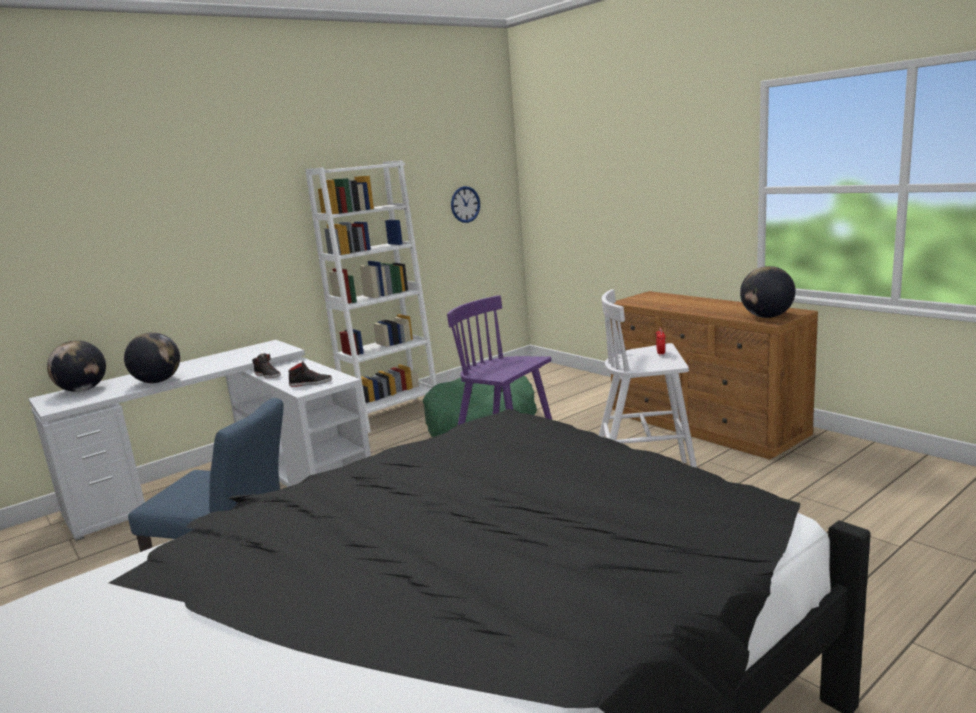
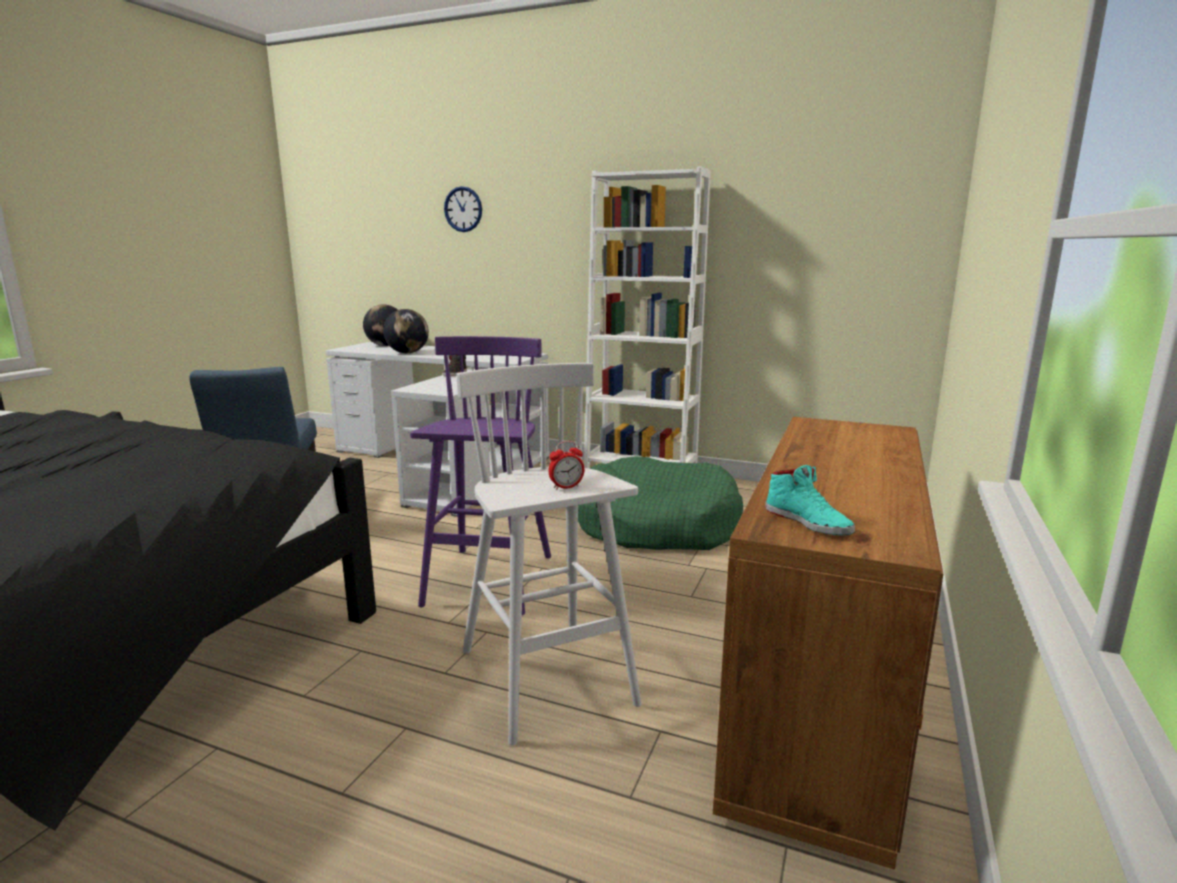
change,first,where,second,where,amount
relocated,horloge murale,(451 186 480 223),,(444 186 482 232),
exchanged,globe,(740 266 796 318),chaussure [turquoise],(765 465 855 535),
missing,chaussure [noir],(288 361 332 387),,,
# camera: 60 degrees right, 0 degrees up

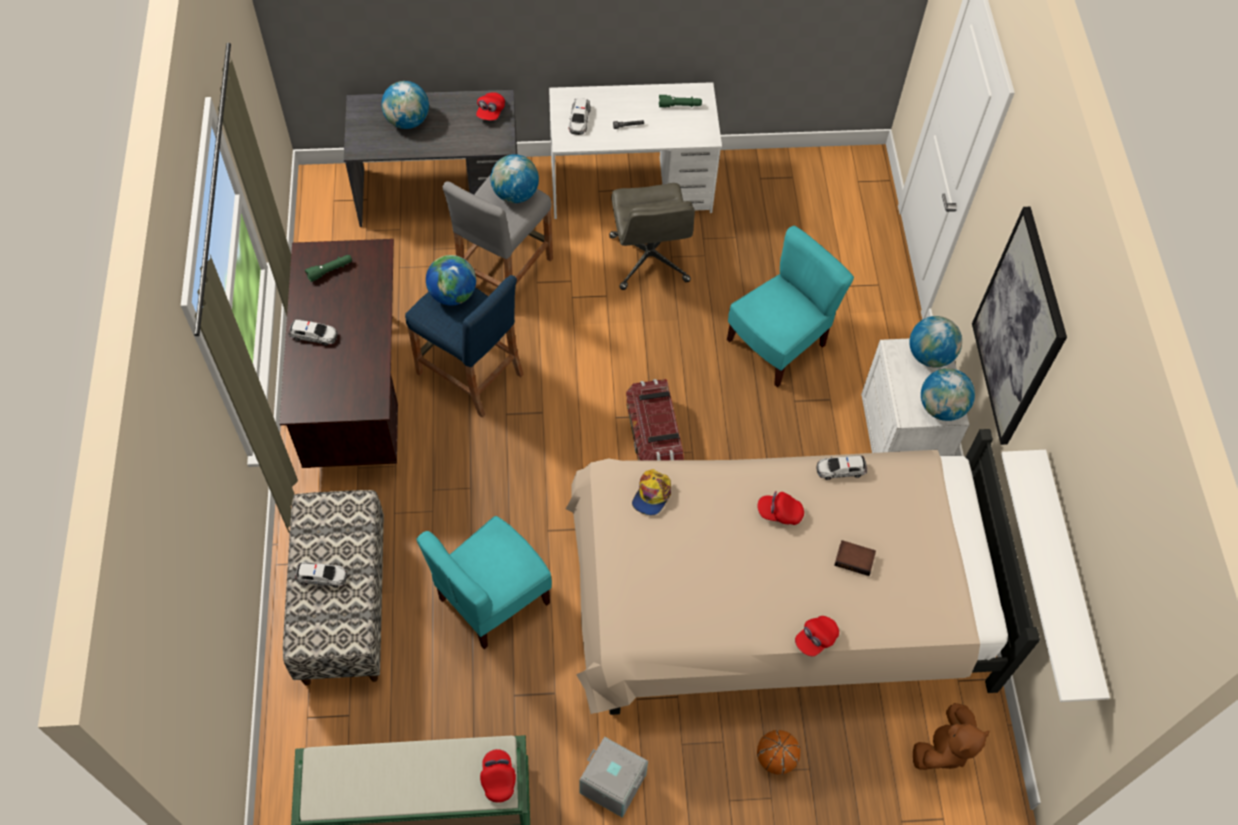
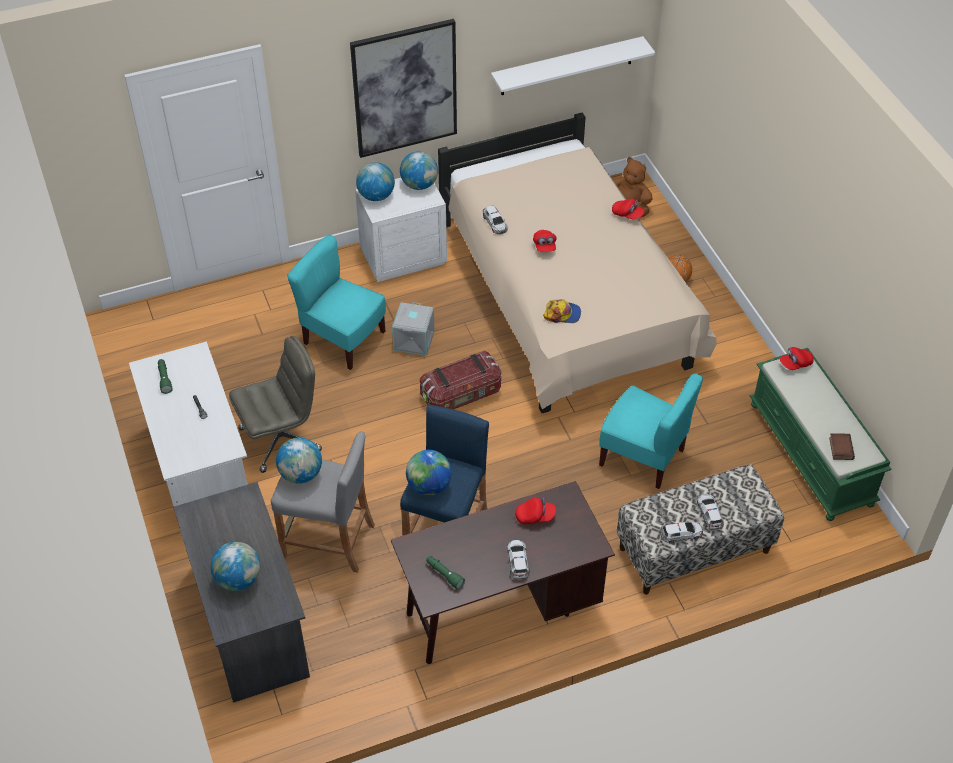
change,first,where,second,where,amount
relocated,casquette [rouge],(476 92 505 120),,(515 497 556 524),
relocated,petite voiture,(568 98 591 135),,(660 521 703 544),
relocated,livre,(834 540 876 576),,(829 433 855 460),
relocated,boîte de rangement [gris],(579 736 648 818),,(392 302 435 356),
# camera: 105 degrees left, 10 degrees down

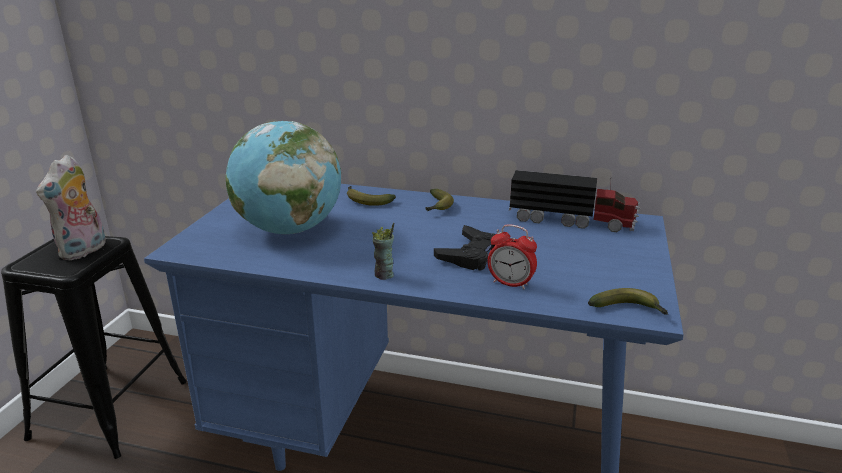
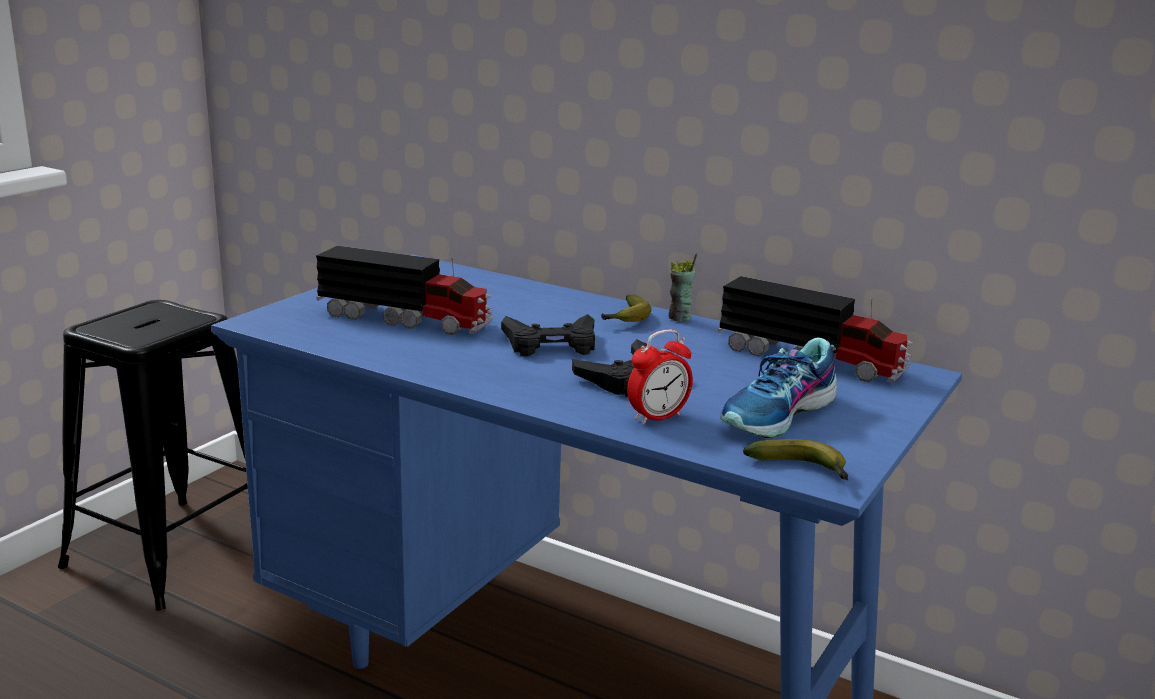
change,first,where,second,where,amount
exchanged,globe,(226 121 341 234),camion jouet,(316 246 493 335),
missing,peluche,(36 155 106 260),,,
missing,banane,(347 186 396 206),,,
relocated,tasse,(372 223 394 280),,(669 254 697 322),
spun,réveil,(487 224 537 289),,(627 329 693 425),75 degrees counterclockwise
appeared,,,manette [noir],(501 314 595 357),
appeared,,,chaussure,(720 338 837 438),
# camera: 15 degrees right, 5 degrees down

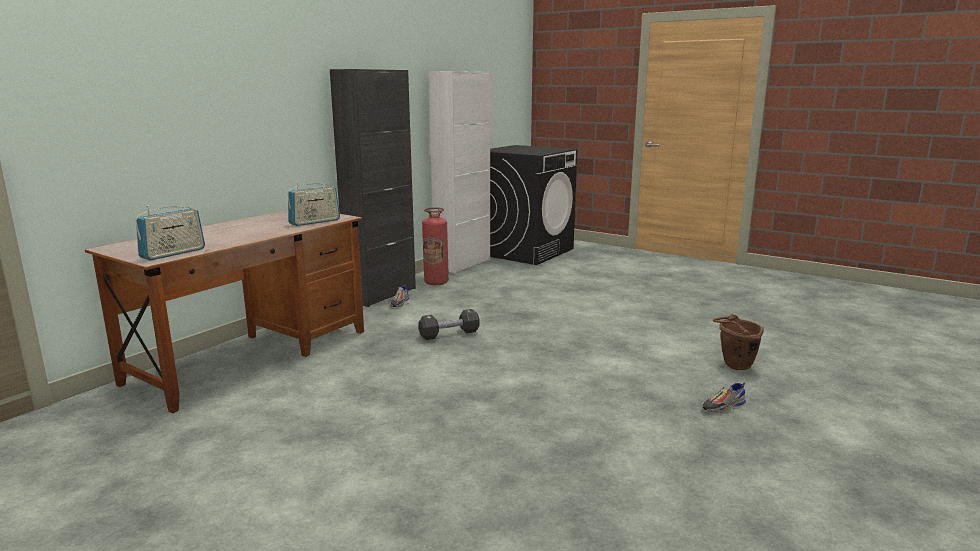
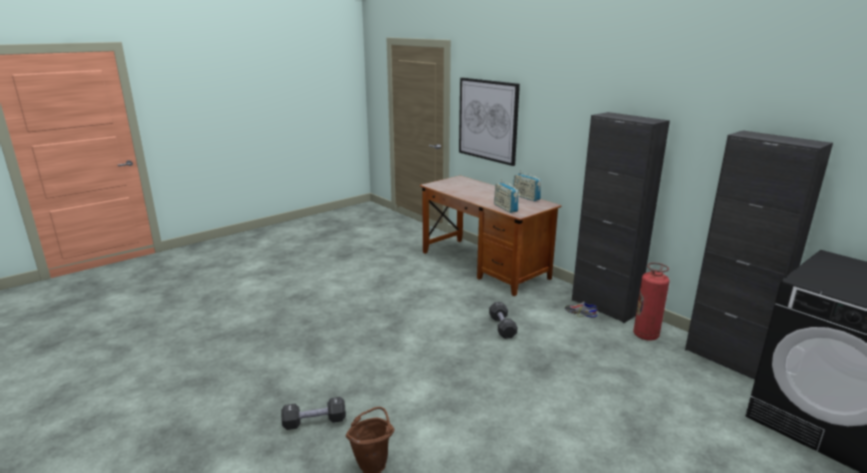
change,first,where,second,where,amount
colour,meuble de rangement [blanc],(429 71 490 273),meuble de rangement [noir],(685 131 833 380),
relocated,radio,(136 205 205 261),,(513 170 541 201),
exchanged,chaussure,(702 383 746 413),haltère [noir],(281 397 346 430),
appeared,,,tableau,(459 78 520 166),
# camera: 105 degrees right, 5 degrees up

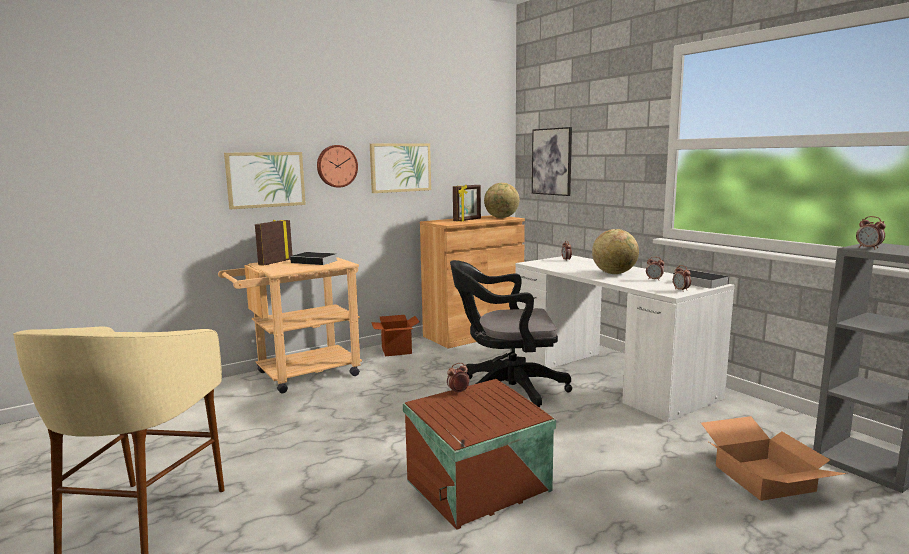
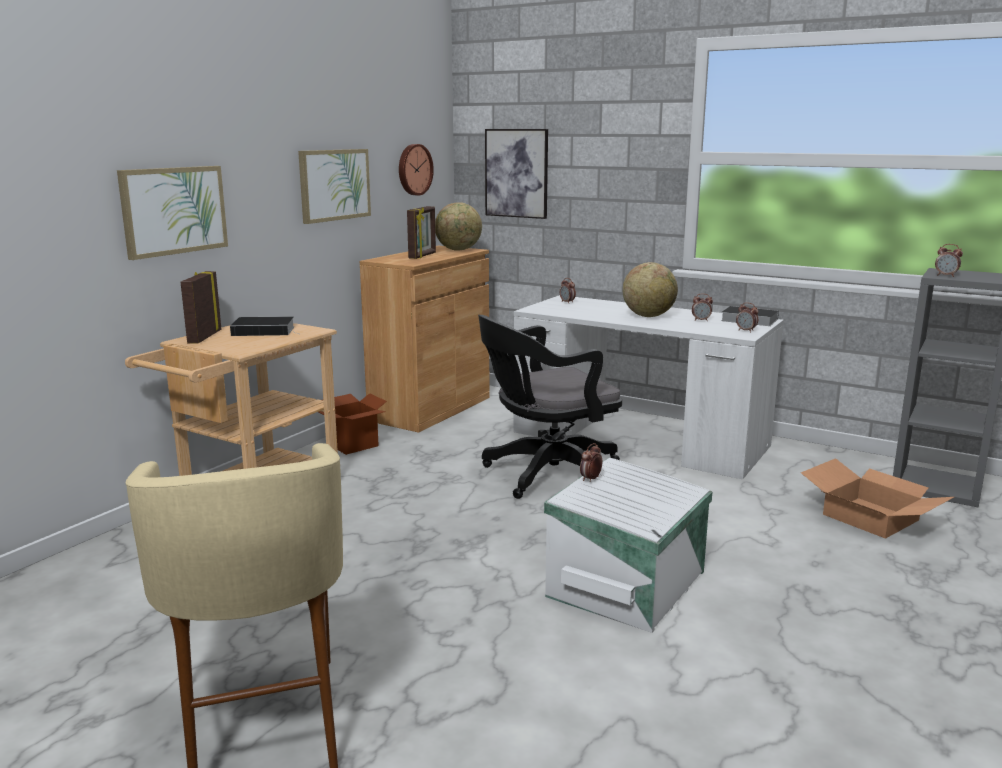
change,first,where,second,where,amount
relocated,horloge murale,(317 145 358 188),,(399 144 434 195),
colour,boîte de rangement [marron],(403 379 556 530),boîte de rangement [blanc],(544 457 713 633),
# camera: 25 degrees left, 5 degrees up

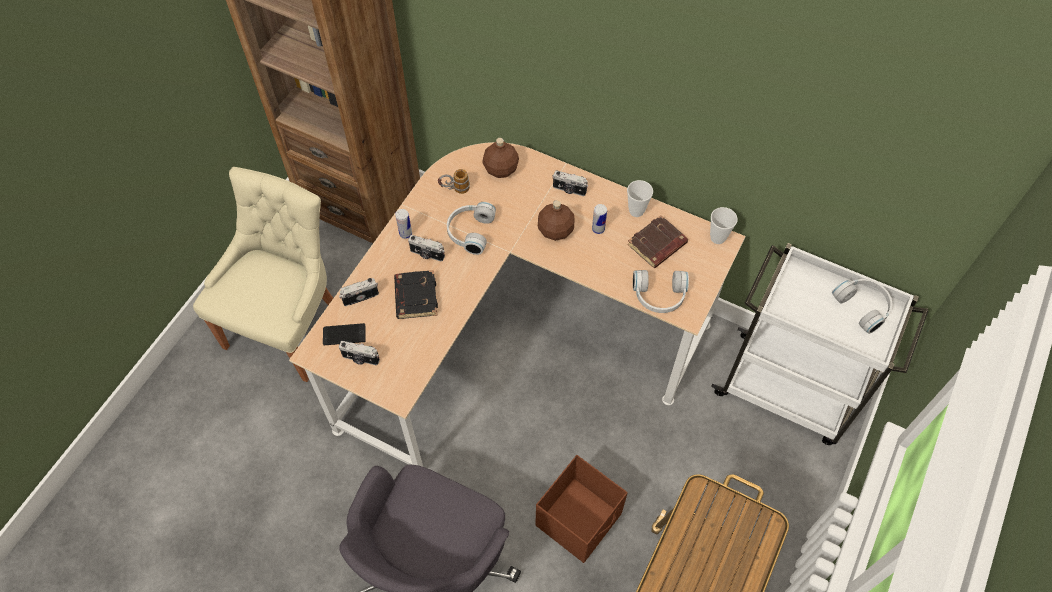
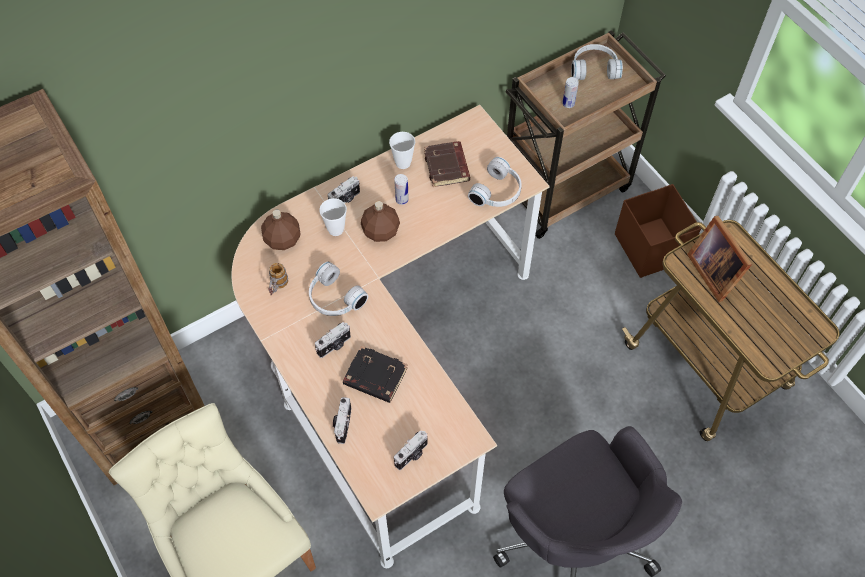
change,first,where,second,where,amount
relocated,tasse,(710 207 738 244),,(319 198 347 236),
relocated,boîte métallique,(395 209 412 239),,(562 77 579 108),
colour,chariot [blanc],(711 243 928 445),chariot [marron],(505 30 666 239),
missing,téléphone,(323 323 366 346),,,
relocated,boîte de rangement [marron],(535 455 627 563),,(615 184 701 278),
appeared,,,cadre photo,(687 216 752 302),
# camera: 60 degrees left, 0 degrees up

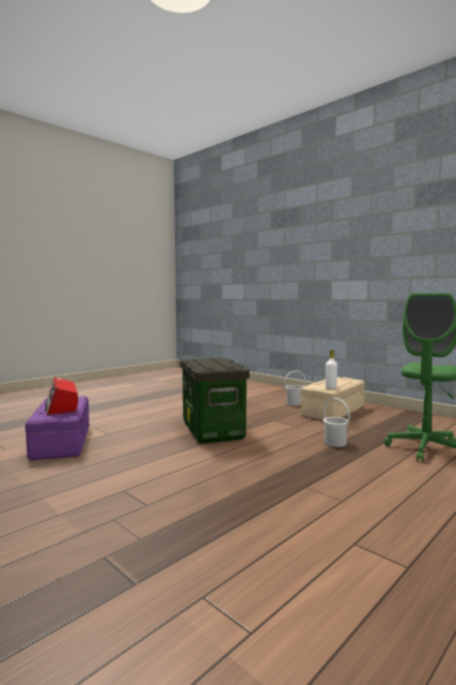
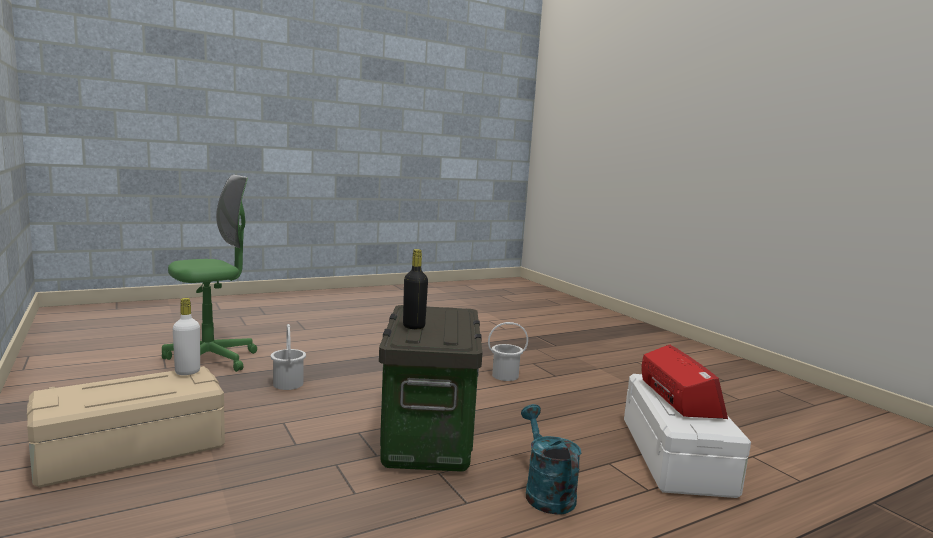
change,first,where,second,where,amount
relocated,seau [blanc],(284 371 306 406),,(488 322 528 381),
colour,boîte de rangement [violet],(25 396 89 460),boîte de rangement [blanc],(624 374 751 498),
appeared,,,bouteille [noir],(403 249 428 329),
appeared,,,arrosoir [turquoise],(521 404 581 515),
# camera: 165 degrees left, 5 degrees up

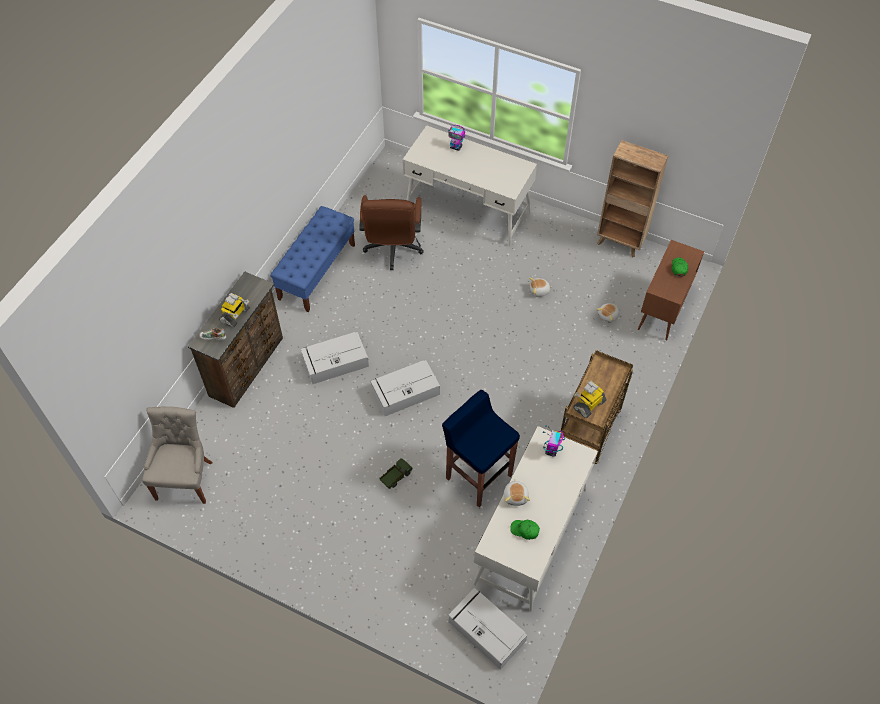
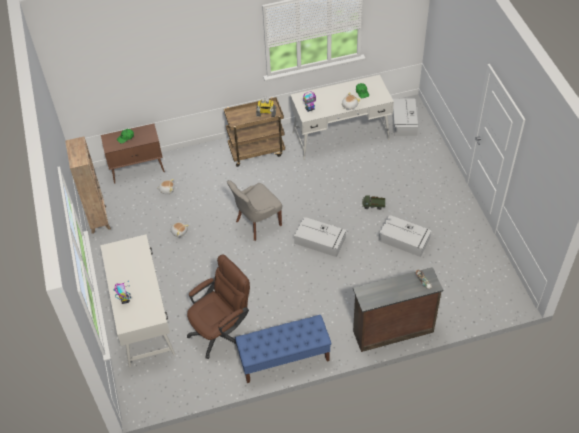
change,first,where,second,where,amount
missing,robot jouet,(219 293 250 328),,,
relocated,boîte de rangement [gris],(301 332 369 384),,(378 215 432 257),
missing,tabouret [bleu],(442 390 520 507),,,
relocated,chaise [gris],(142 406 213 504),,(227 180 282 241),
# camera: 130 degrees left, 5 degrees down

